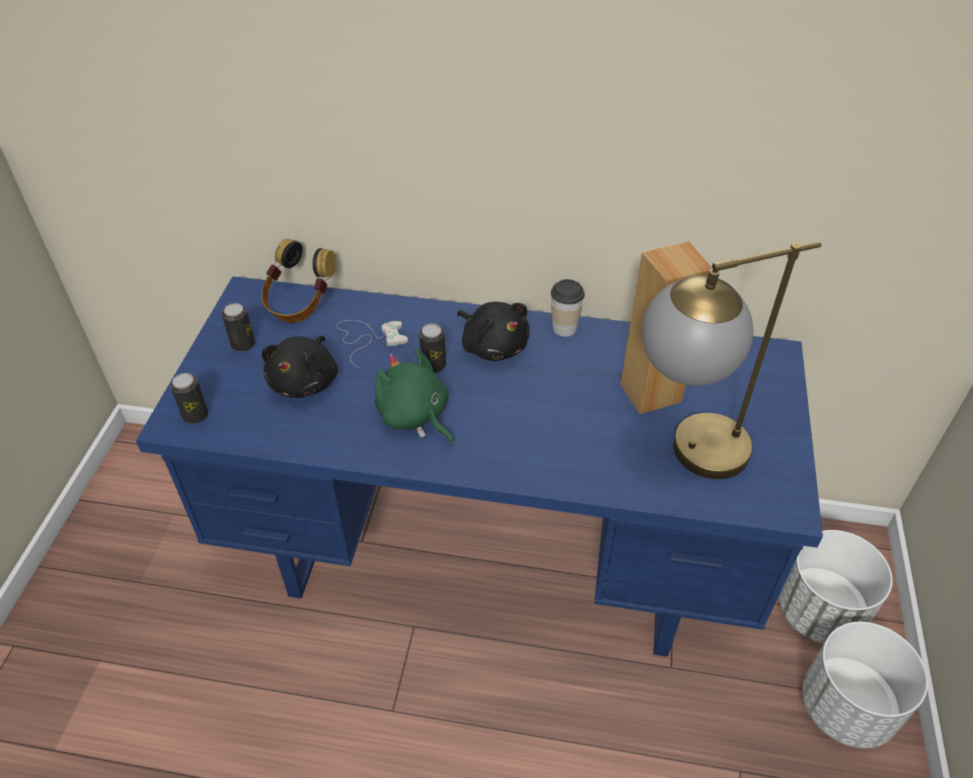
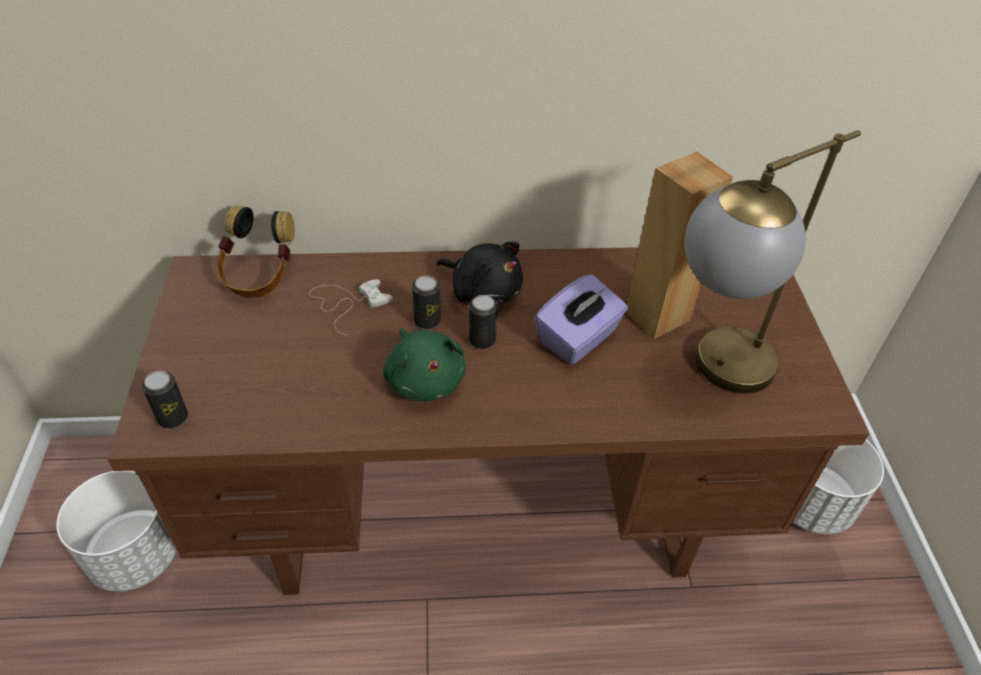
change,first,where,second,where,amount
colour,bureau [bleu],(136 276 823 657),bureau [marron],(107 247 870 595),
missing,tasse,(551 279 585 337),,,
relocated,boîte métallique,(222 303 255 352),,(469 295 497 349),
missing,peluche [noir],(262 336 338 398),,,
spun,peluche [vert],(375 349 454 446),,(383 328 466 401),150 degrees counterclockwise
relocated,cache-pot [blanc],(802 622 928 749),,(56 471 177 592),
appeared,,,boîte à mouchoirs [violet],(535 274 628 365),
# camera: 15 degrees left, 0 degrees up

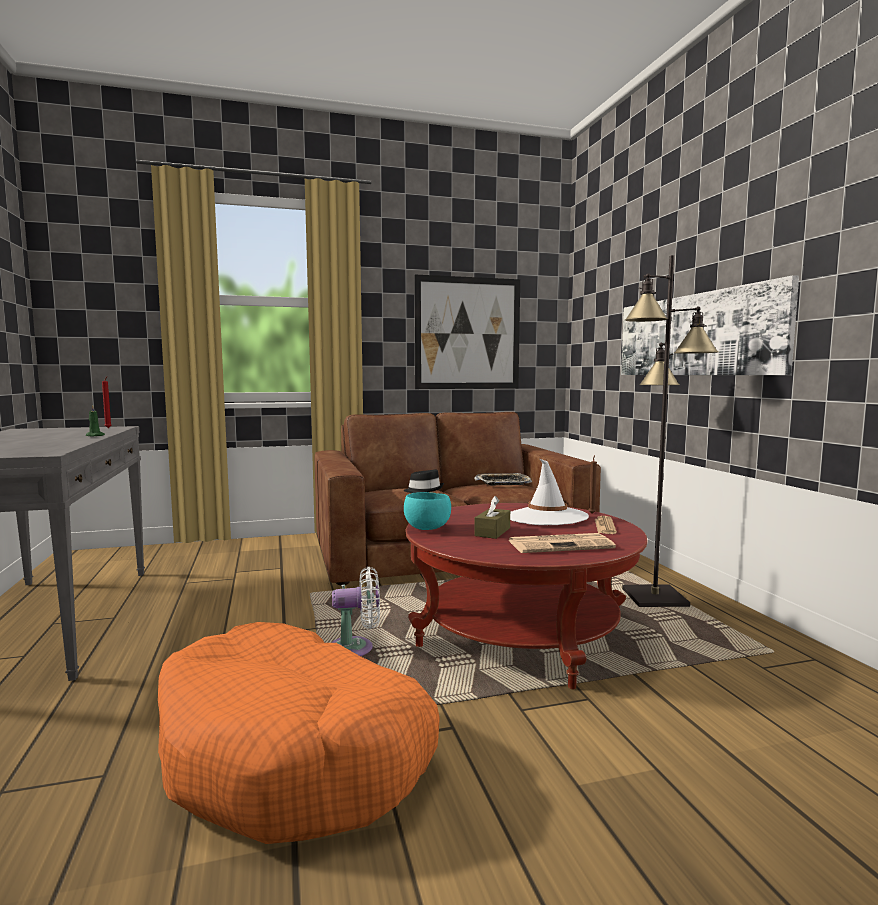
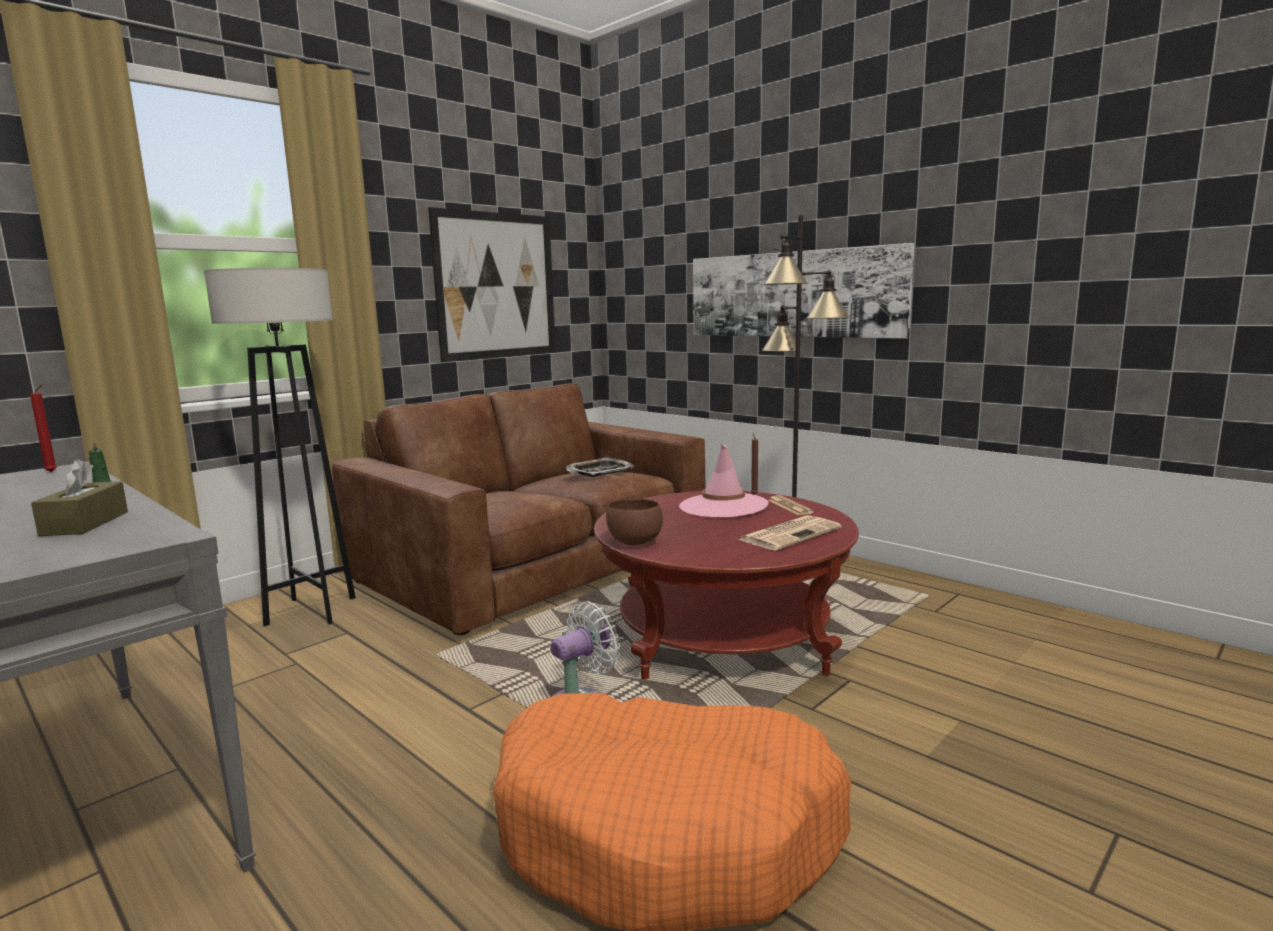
change,first,where,second,where,amount
colour,chapeau [blanc],(510 459 589 525),chapeau [rose],(679 444 768 518),
missing,chapeau [noir],(404 470 444 493),,,
colour,bol [turquoise],(404 492 451 530),bol [marron],(606 499 663 545),
relocated,boîte à mouchoirs [marron],(474 496 510 539),,(31 459 128 536),
appeared,,,lampadaire [gris],(204 268 356 626),
# camera: 30 degrees left, 5 degrees up

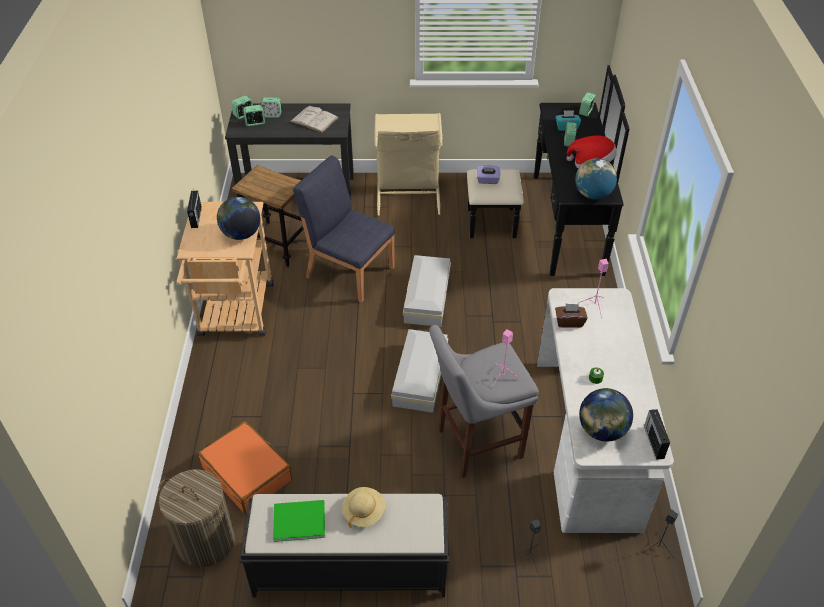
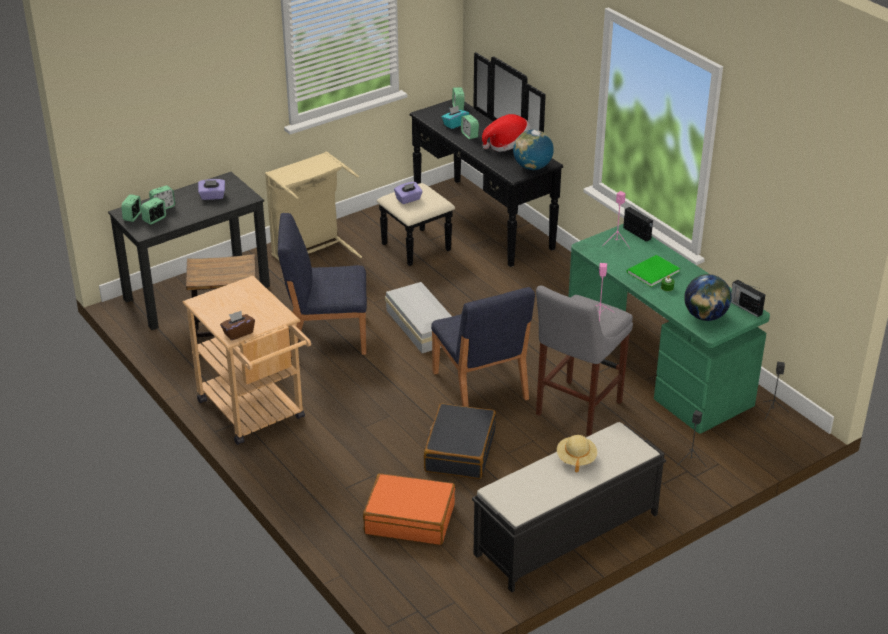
change,first,where,second,where,amount
exchanged,livre [blanc],(290 105 339 133),boîte à mouchoirs [violet],(198 179 225 200),
relocated,radio,(187 191 202 228),,(623 204 653 242),
missing,globe,(217 197 260 240),,,
colour,bureau [blanc],(537 288 674 533),bureau [vert],(568 224 770 433),
relocated,boîte à mouchoirs [marron],(555 303 588 328),,(220 311 255 340),
exchanged,boîte de rangement [blanc],(391 329 448 413),chaise [bleu],(431 287 535 407),
missing,panier à linge,(158 469 235 567),,,
relocated,livre [vert],(273 500 325 542),,(627 255 680 287),
appeared,,,valise [noir],(424 403 496 479),
# camera: 35 degrees left, 10 degrees down

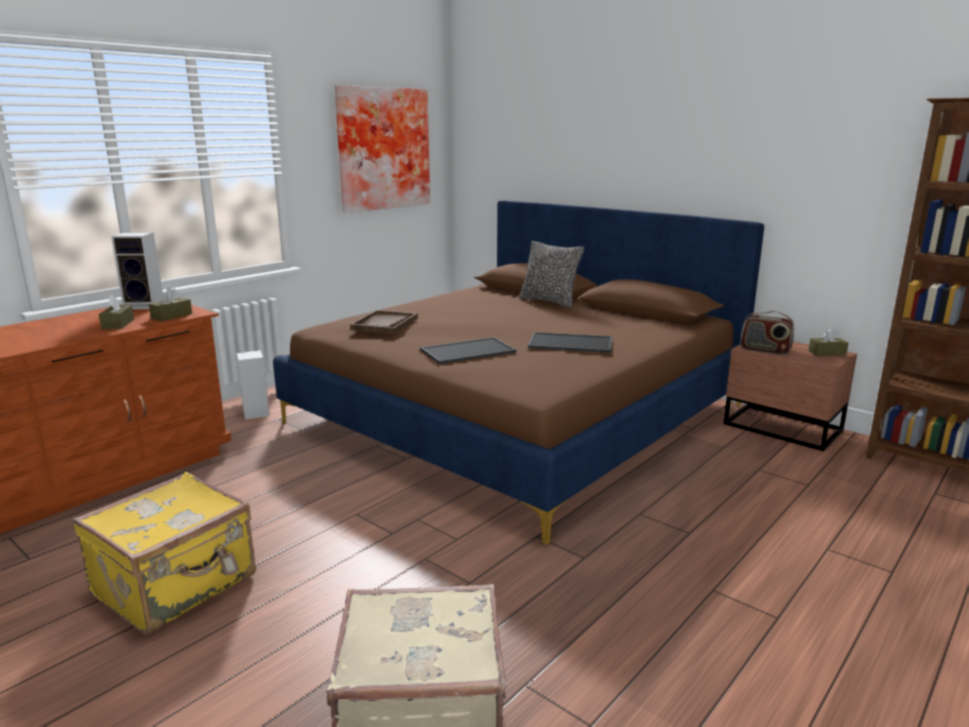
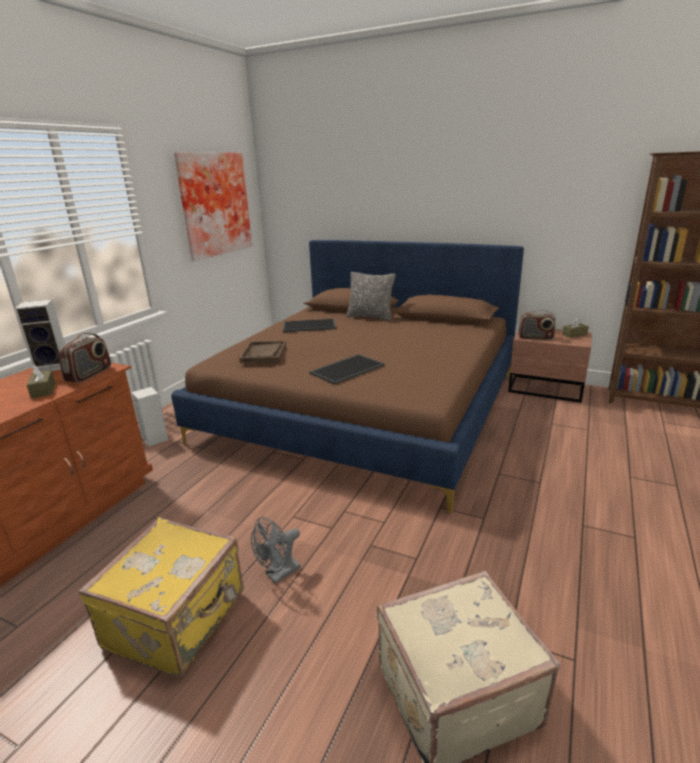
change,first,where,second,where,amount
exchanged,boîte à mouchoirs [marron],(149 287 192 321),radio,(59 333 111 383),
relocated,plateau,(528 332 612 353),,(283 319 336 332),
appeared,,,ventilateur [gris],(251 517 301 583),
# camera: 15 degrees left, 5 degrees up

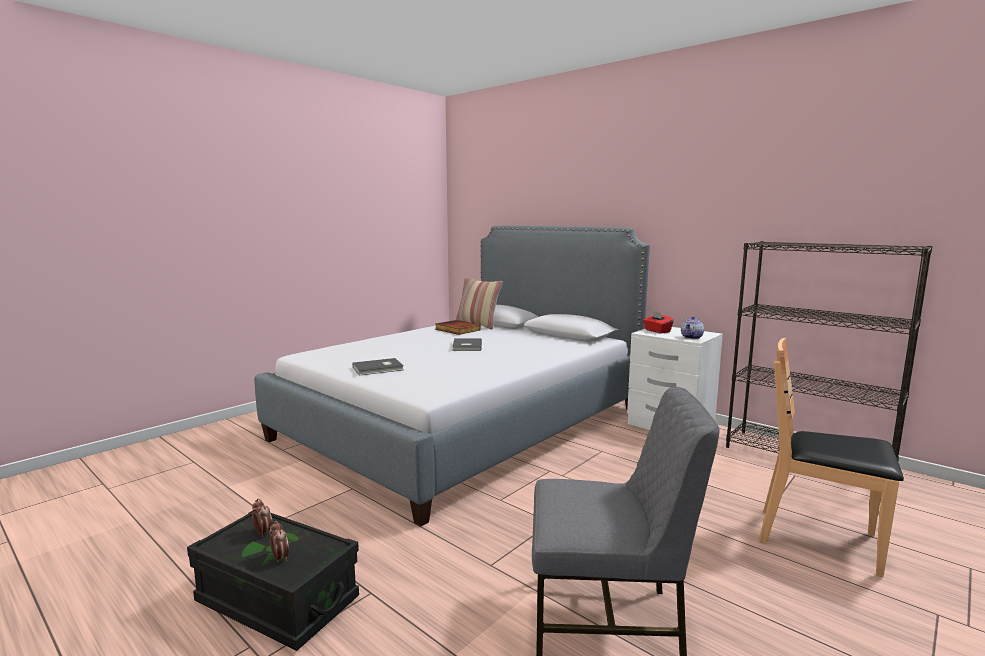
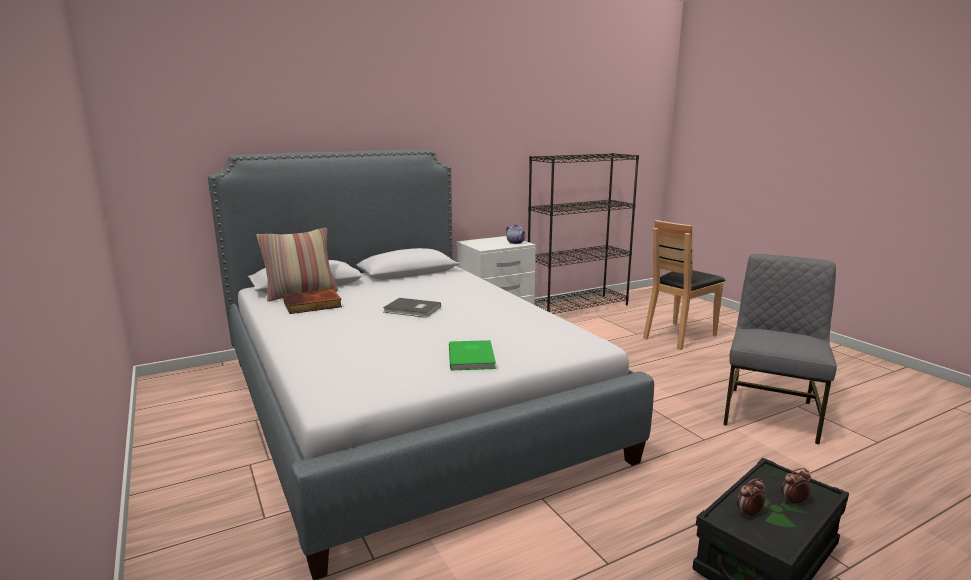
change,first,where,second,where,amount
missing,boîte à mouchoirs [rouge],(643 311 674 334),,,
colour,livre [gris],(353 358 404 375),livre [vert],(449 340 496 370),
# camera: 70 degrees left, 5 degrees up

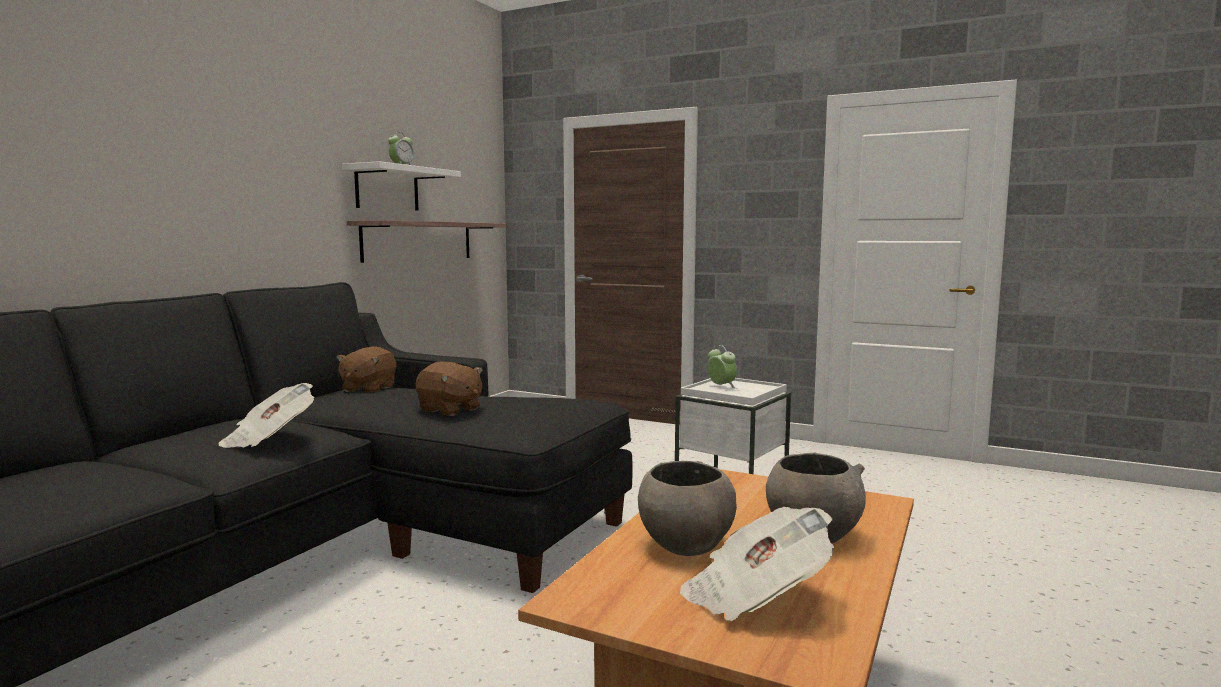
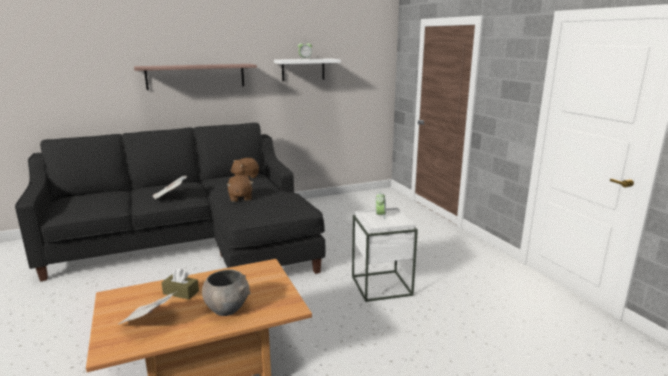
change,first,where,second,where,amount
relocated,étagère,(347 220 507 263),,(134 64 257 90),
exchanged,bol [gris],(638 461 737 556),boîte à mouchoirs [marron],(161 268 199 299),
# camera: 40 degrees right, 10 degrees up

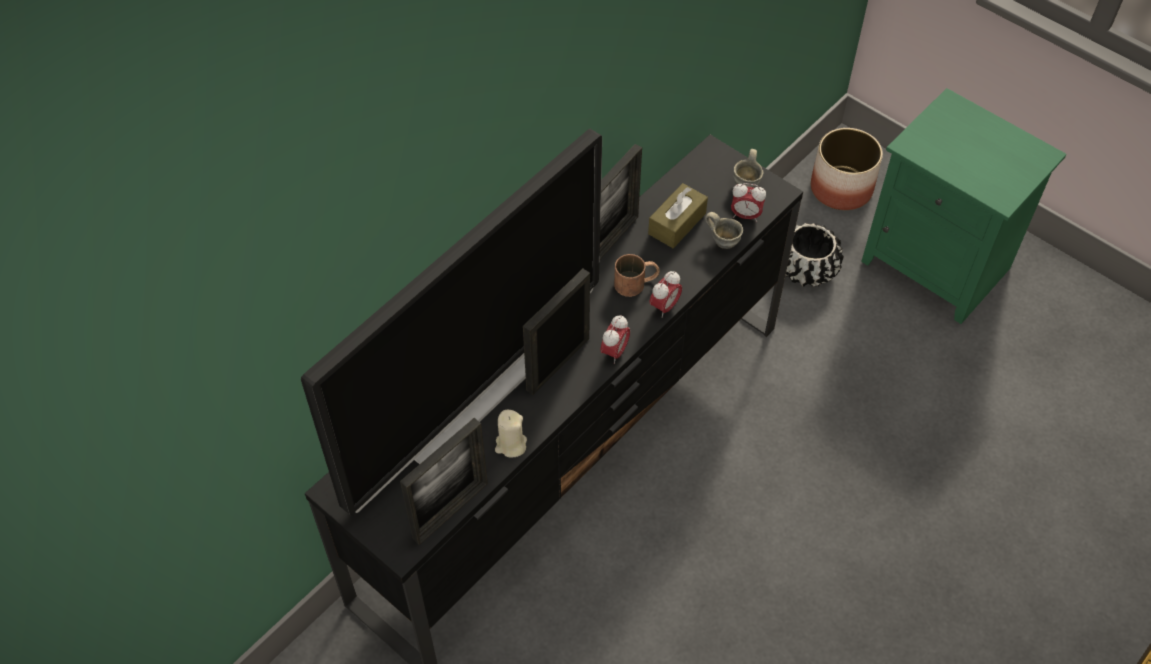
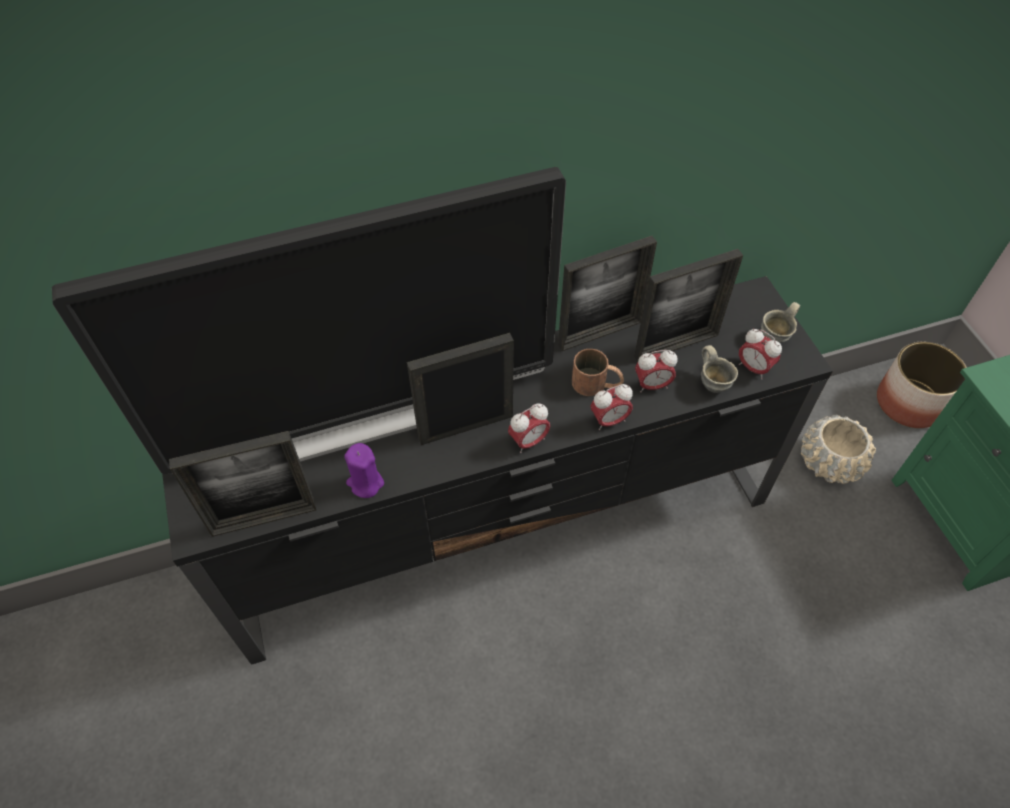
change,first,where,second,where,amount
exchanged,boîte à mouchoirs [marron],(648 183 708 248),cadre photo,(634 249 743 362),
colour,cache-pot [noir],(785 223 844 287),cache-pot [beige],(801 415 876 484),
colour,bougie [beige],(495 410 527 458),bougie [violet],(344 443 384 498),
appeared,,,réveil,(635 350 677 392),
# camera: 30 degrees right, 0 degrees up

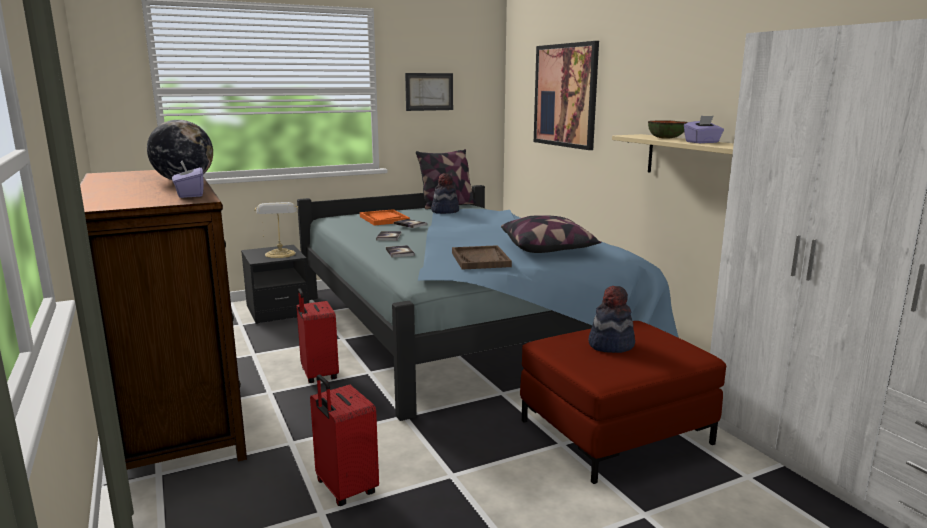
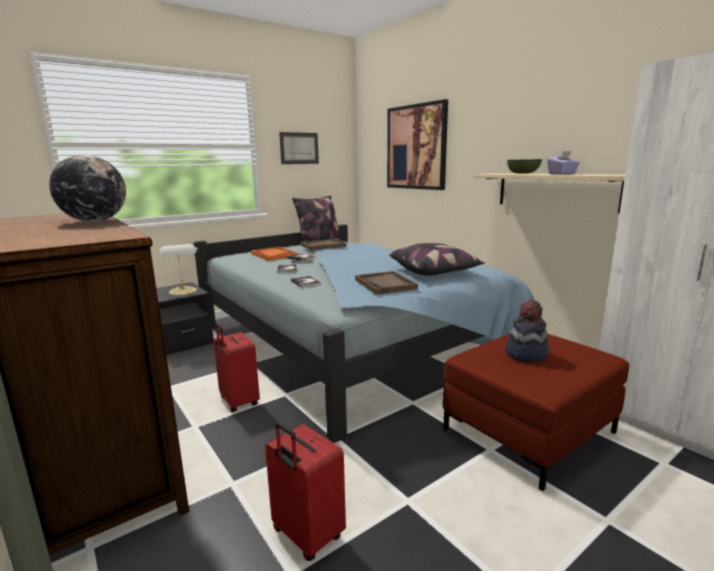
change,first,where,second,where,amount
missing,boîte à mouchoirs [violet],(172 160 204 198),,,
exchanged,chapeau,(431 173 459 214),plateau [marron],(301 239 347 250),
# camera: 10 degrees left, 0 degrees up

